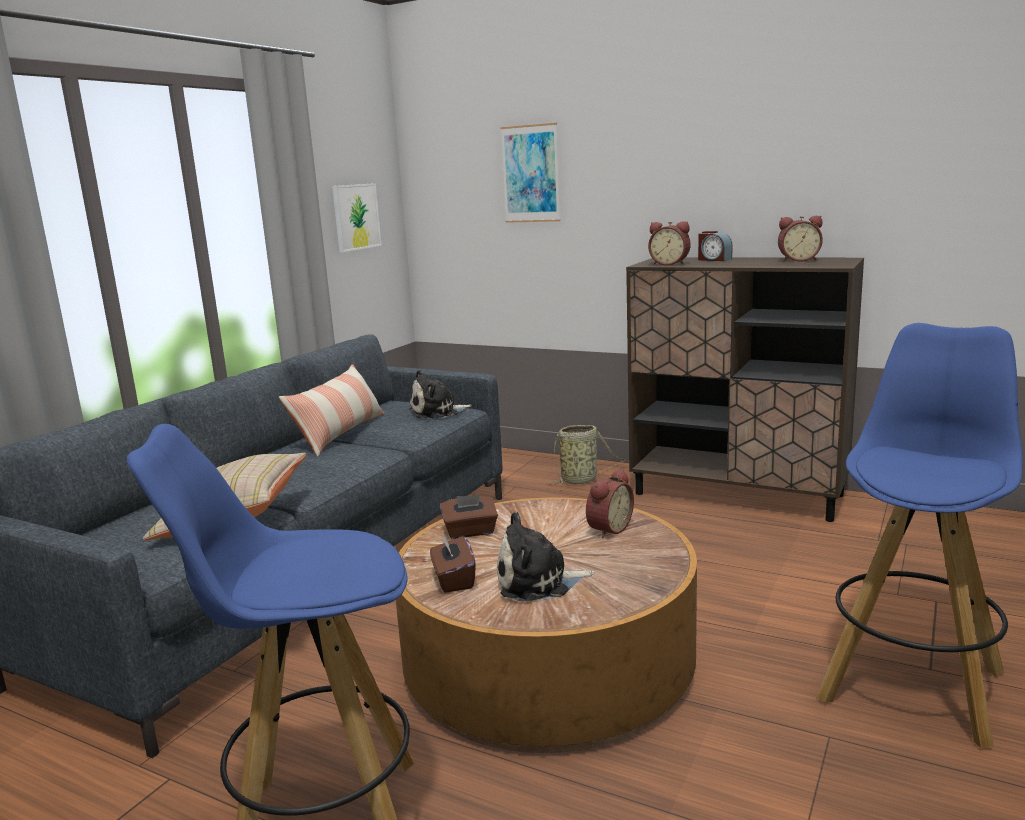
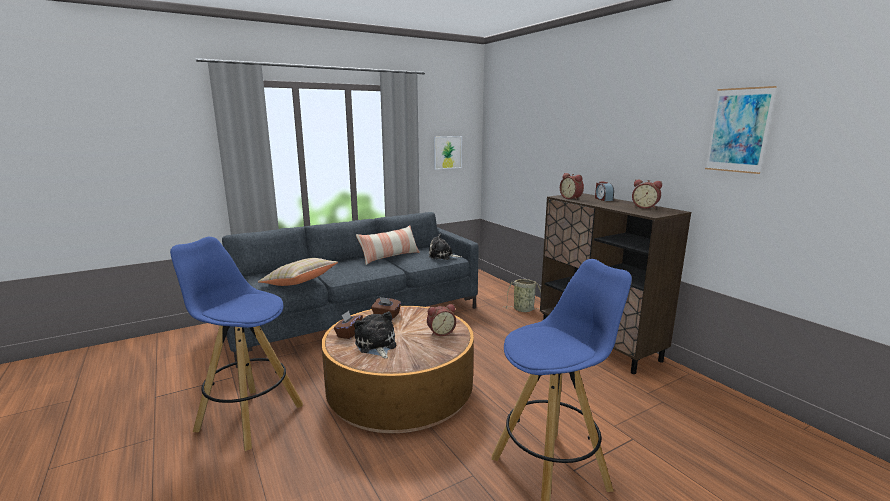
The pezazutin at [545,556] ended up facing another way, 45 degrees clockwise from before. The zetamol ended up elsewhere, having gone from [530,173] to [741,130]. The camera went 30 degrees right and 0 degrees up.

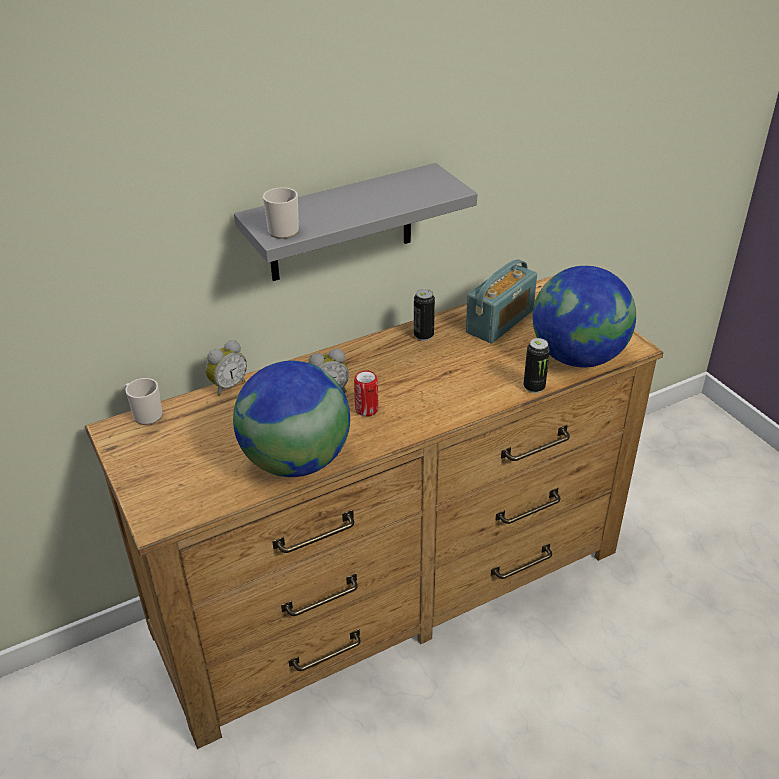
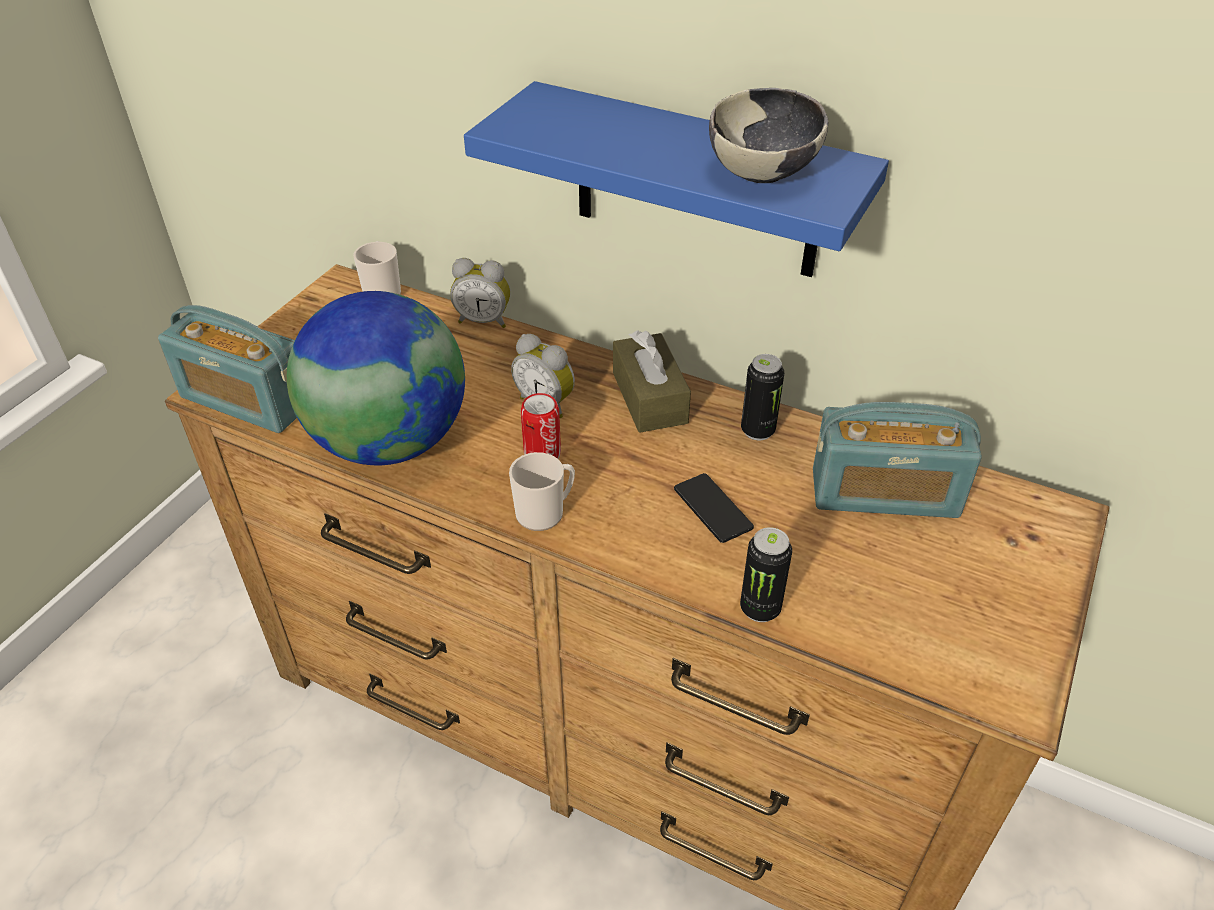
The second view gained the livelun at [227,369]. What was the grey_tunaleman at [355,222] turned into the blue_tunaleman at [676,179]. The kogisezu ended up elsewhere, having gone from [281,213] to [542,491]. The second view gained the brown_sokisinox at [652,382]. The second view gained the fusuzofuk at [714,508]. The second view gained the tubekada at [768,135]. The second view lost the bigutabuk at [584,317]. The camera went 55 degrees right and 5 degrees up.

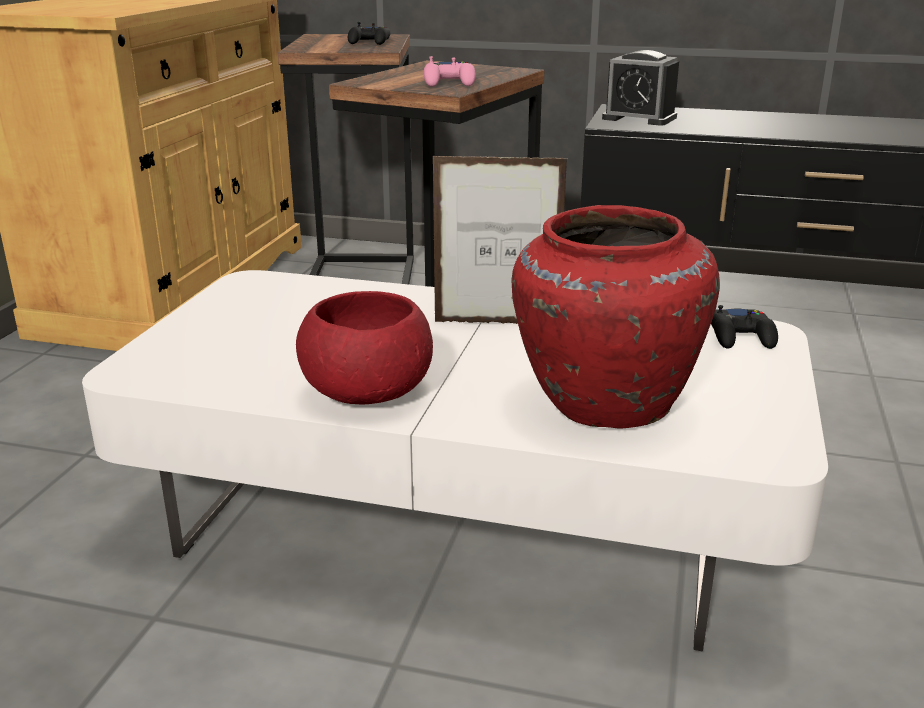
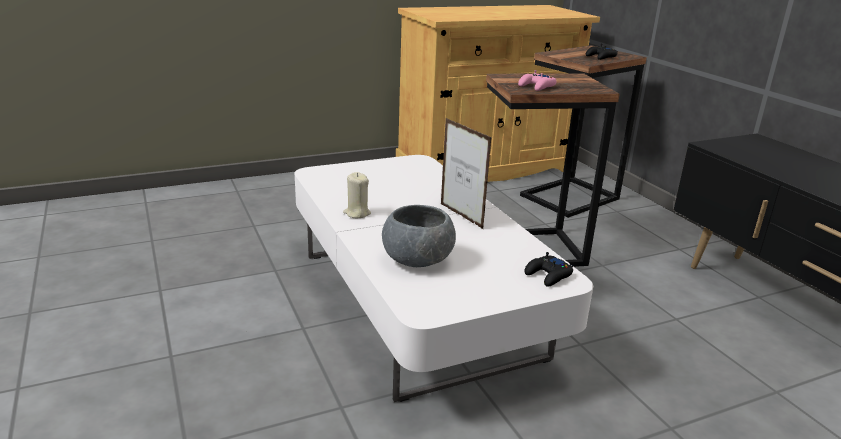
Where the red_tubekada stood at [364,348], the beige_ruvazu came to stand at [357,195]. Where the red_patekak stood at [616,317], the grey_tubekada came to stand at [419,236]. The second view lost the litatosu at [640,88]. The camera went 50 degrees right and 0 degrees up.

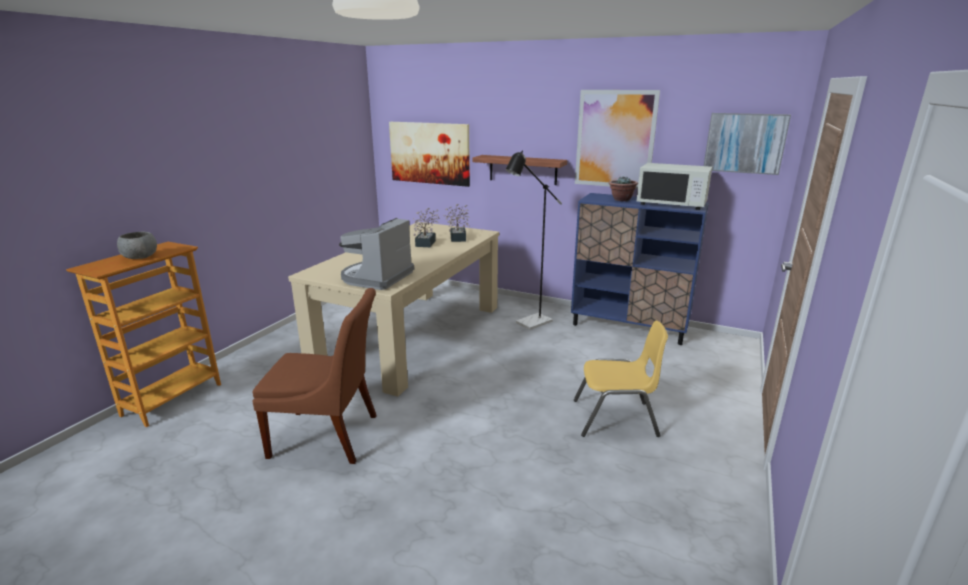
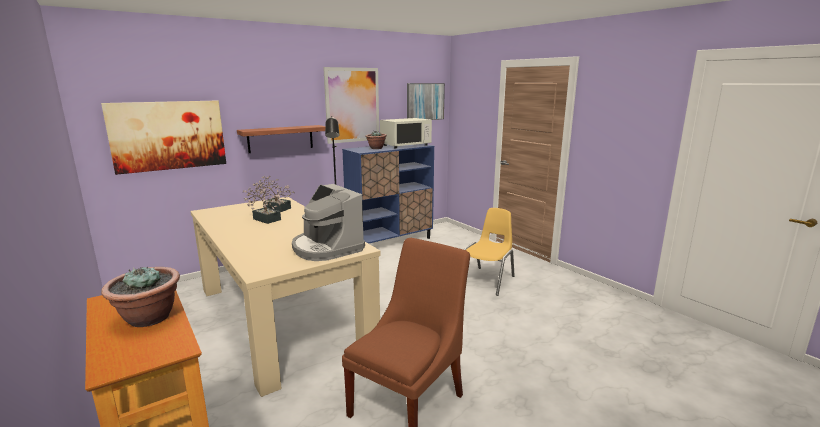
Where the grey_tubekada stood at [137,245], the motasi came to stand at [140,297]. The camera went 60 degrees left and 5 degrees down.

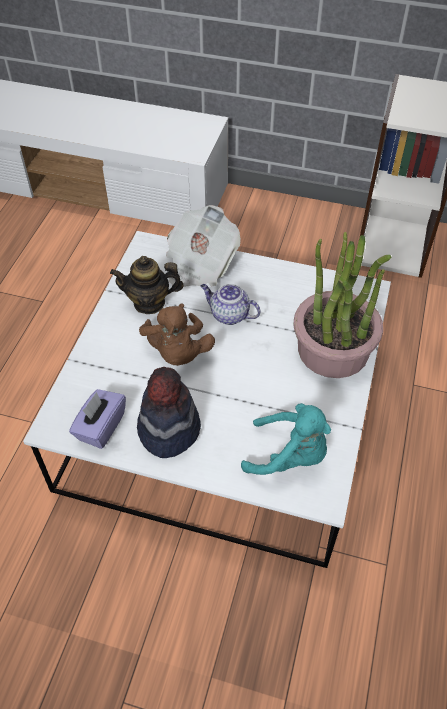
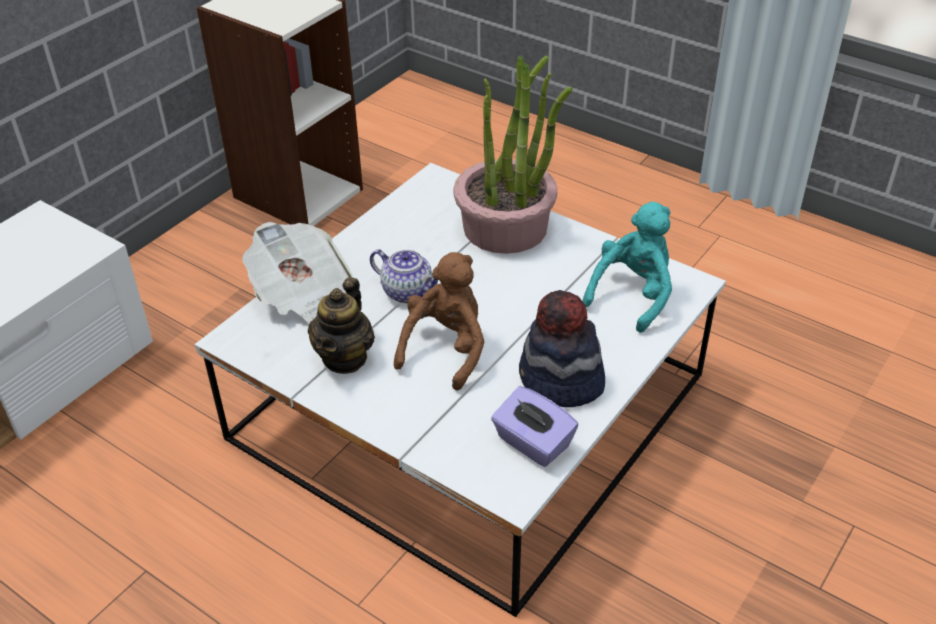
The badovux at [231,304] ended up facing another way, 105 degrees counterclockwise from before. The brown_pezazutin at [177,334] ended up facing another way, 75 degrees counterclockwise from before. The camera went 70 degrees left and 10 degrees down.

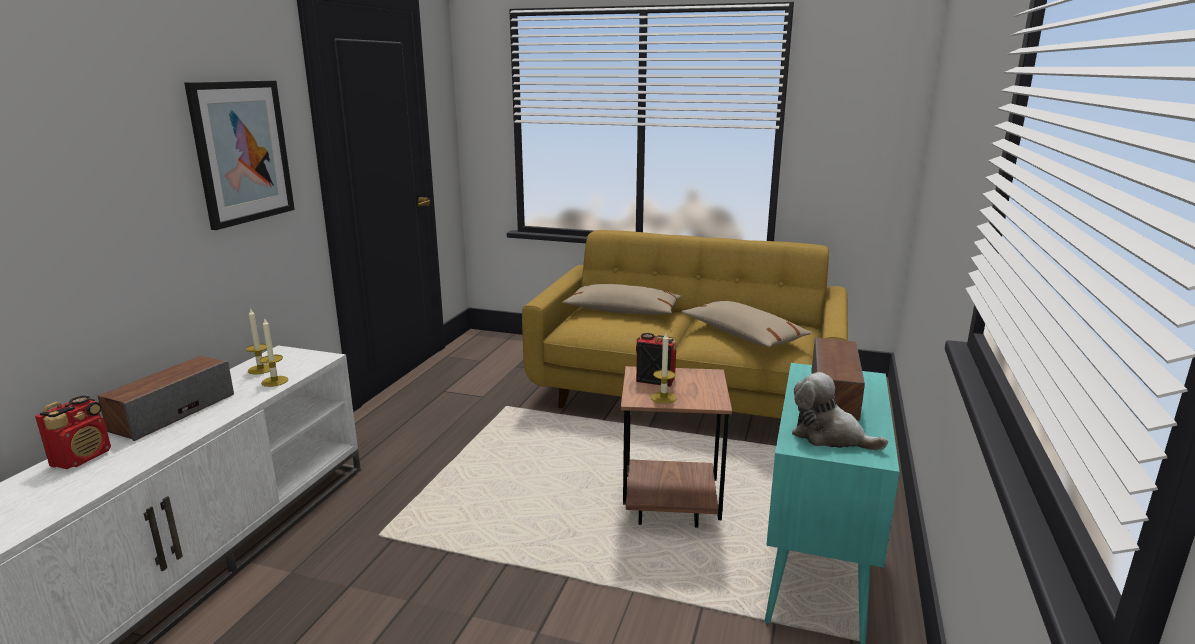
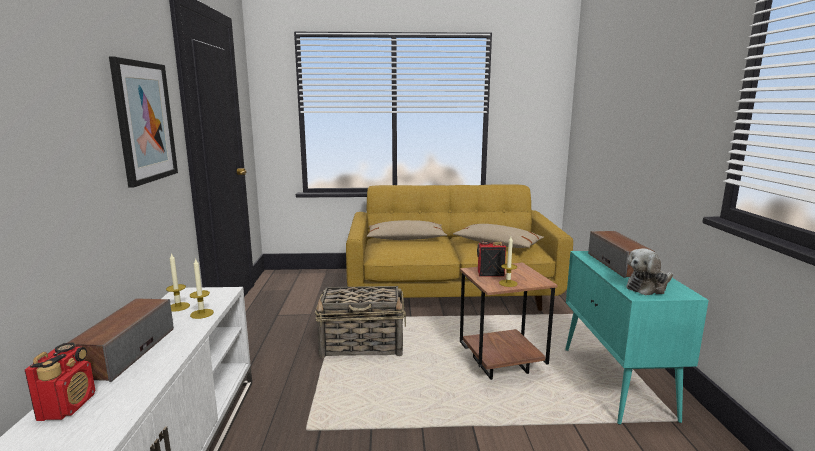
The second view gained the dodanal at [360,322]. The pezazutin at [840,411] ended up facing another way, 45 degrees counterclockwise from before. The camera went 20 degrees left and 5 degrees down.

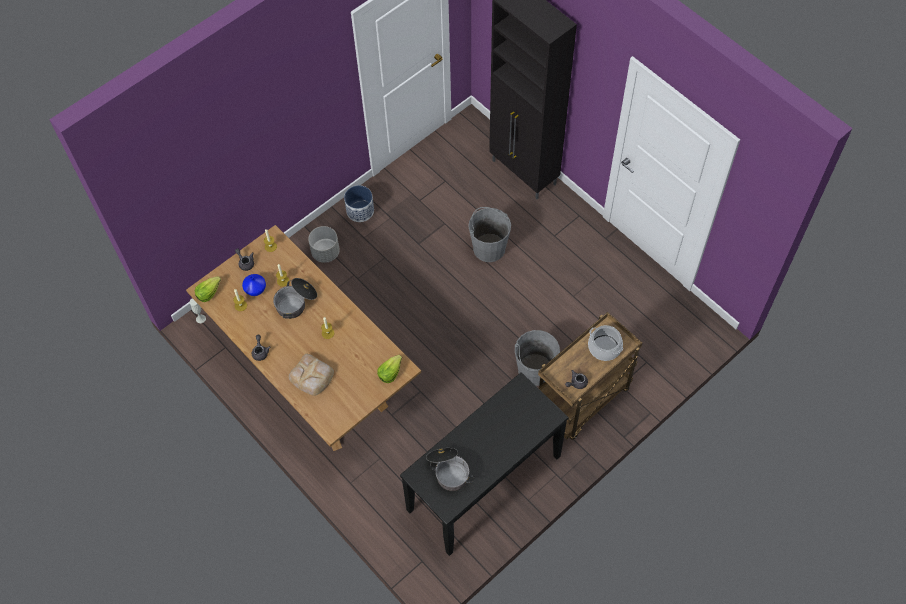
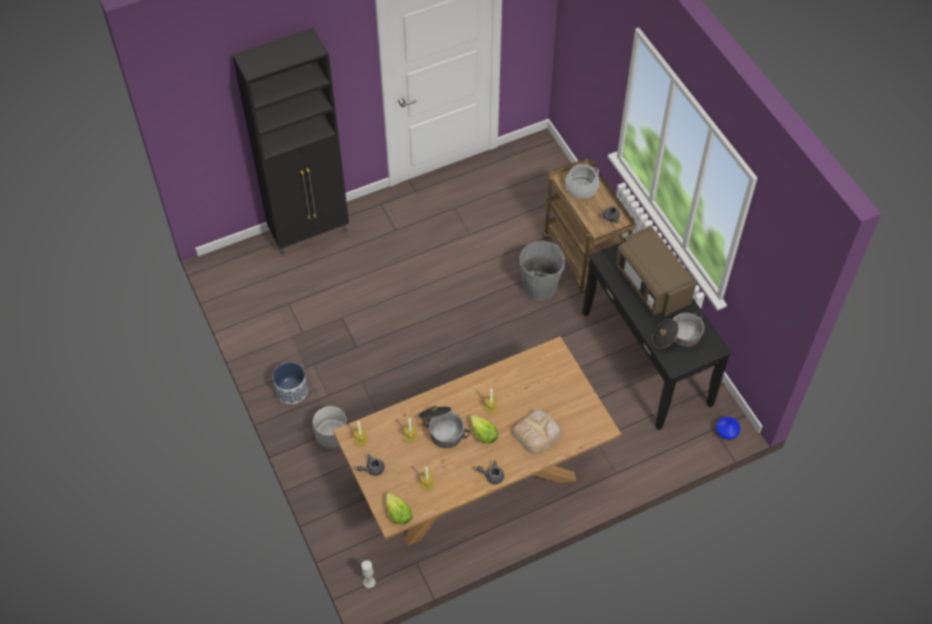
The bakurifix ended up elsewhere, having gone from [389,369] to [484,429]. The second view gained the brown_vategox at [655,271]. The blue_patekak ended up elsewhere, having gone from [254,285] to [728,428]. The second view lost the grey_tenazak at [489,234]. The camera went 75 degrees left and 5 degrees down.

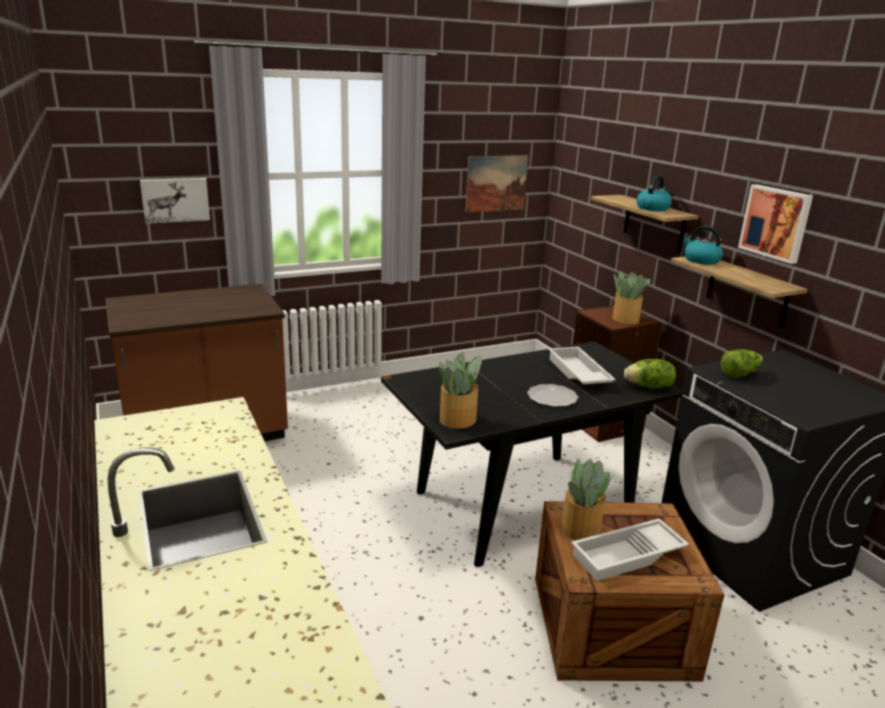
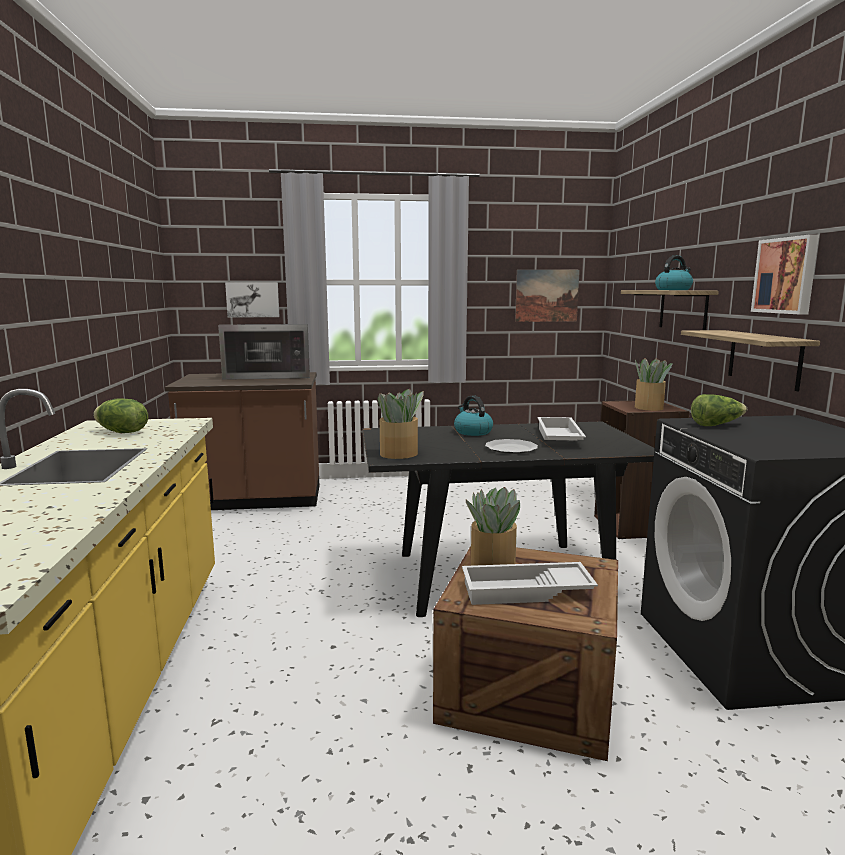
The bakurifix ended up elsewhere, having gone from [650,374] to [120,415]. The second view gained the vategox at [264,352]. The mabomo ended up elsewhere, having gone from [703,245] to [473,415]. The camera went 20 degrees right and 10 degrees down.

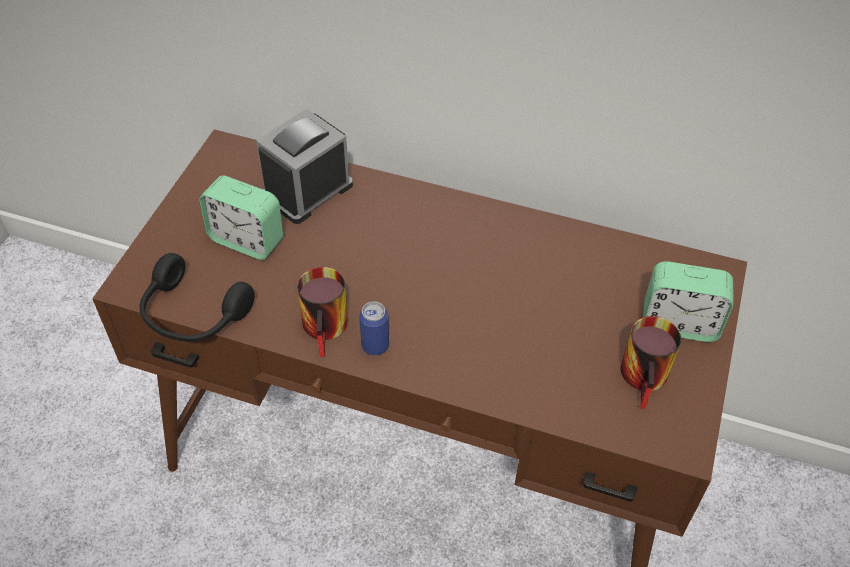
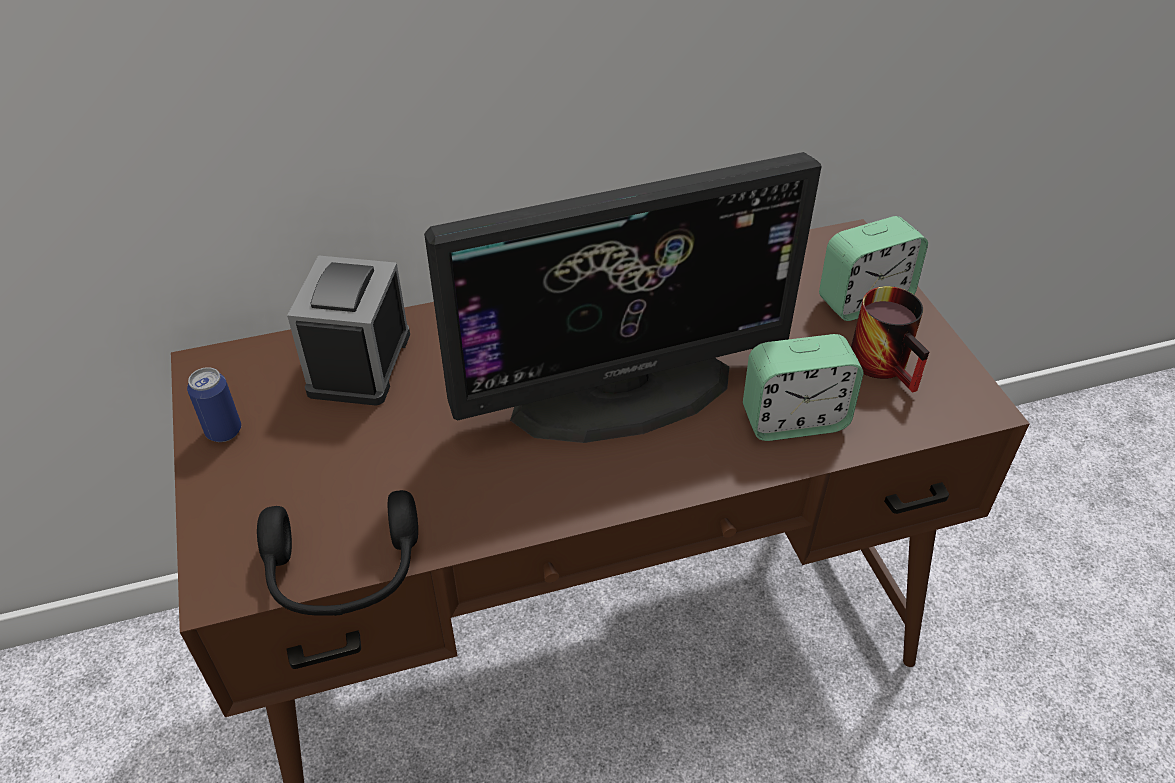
The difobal ended up elsewhere, having gone from [374,328] to [214,404]. The second view gained the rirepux at [623,297]. The litatosu ended up elsewhere, having gone from [241,217] to [803,387]. The second view lost the kogisezu at [322,312]. The camera went 35 degrees left and 5 degrees down.

